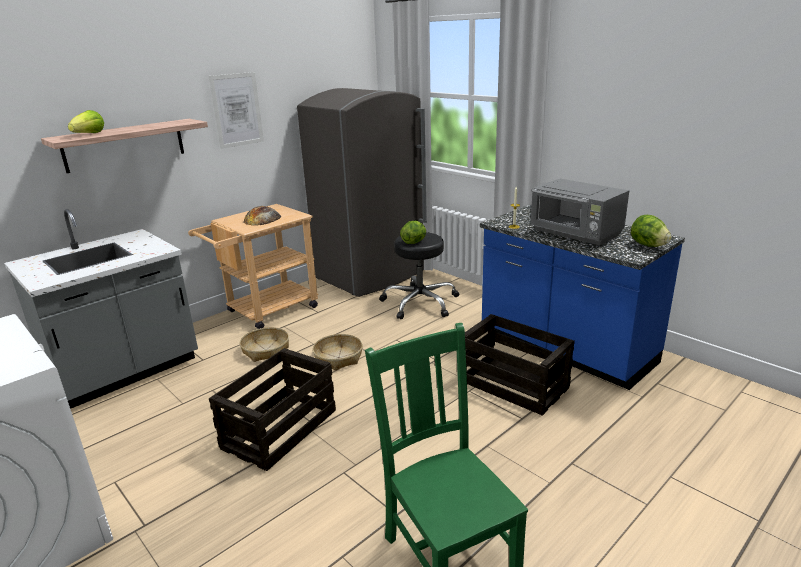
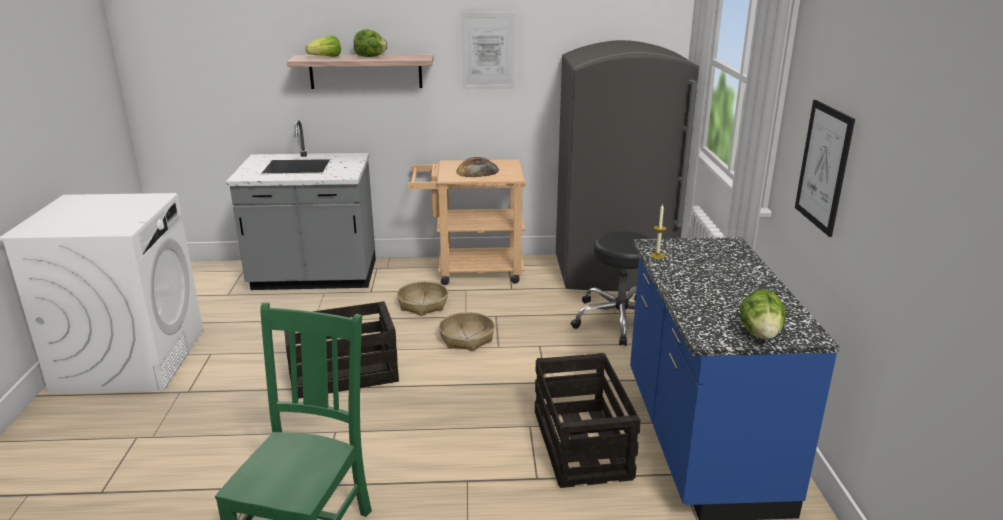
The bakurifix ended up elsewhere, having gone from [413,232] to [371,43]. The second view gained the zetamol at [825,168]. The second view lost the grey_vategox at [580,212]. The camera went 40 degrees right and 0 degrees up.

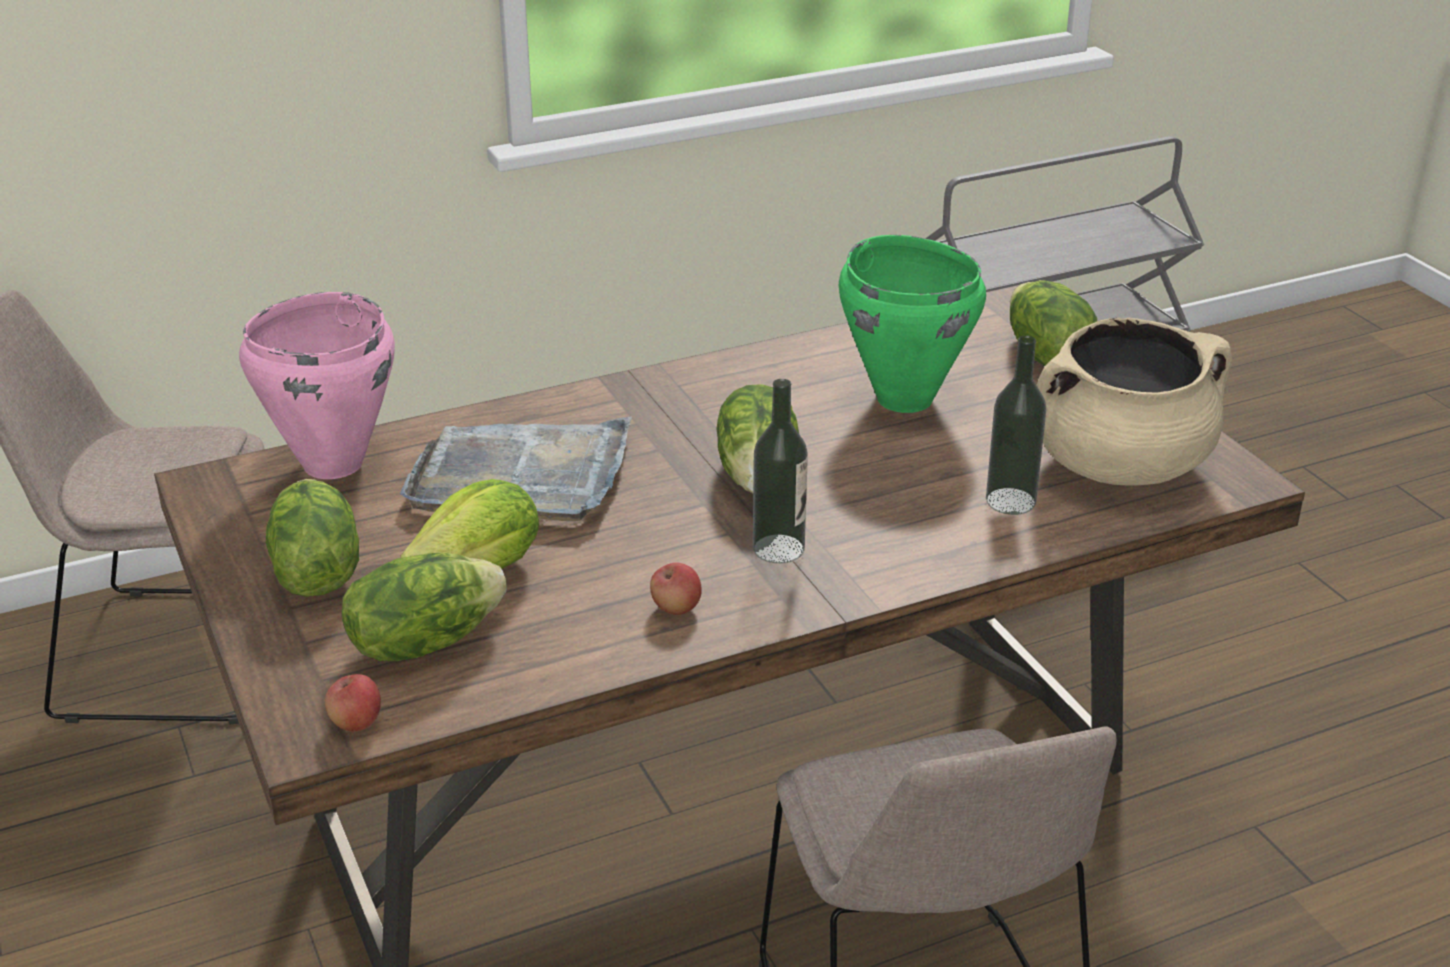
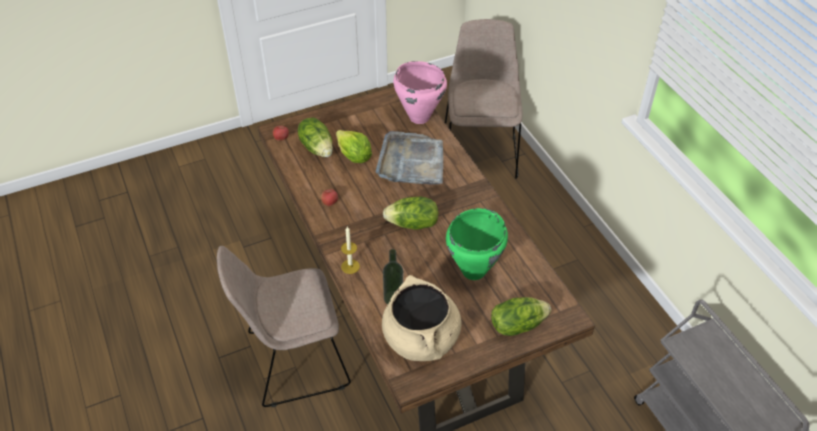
The second view gained the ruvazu at [350,250]. The second view lost the bakurifix at [312,538]. The second view lost the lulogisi at [780,471]. The camera went 90 degrees right and 15 degrees up.

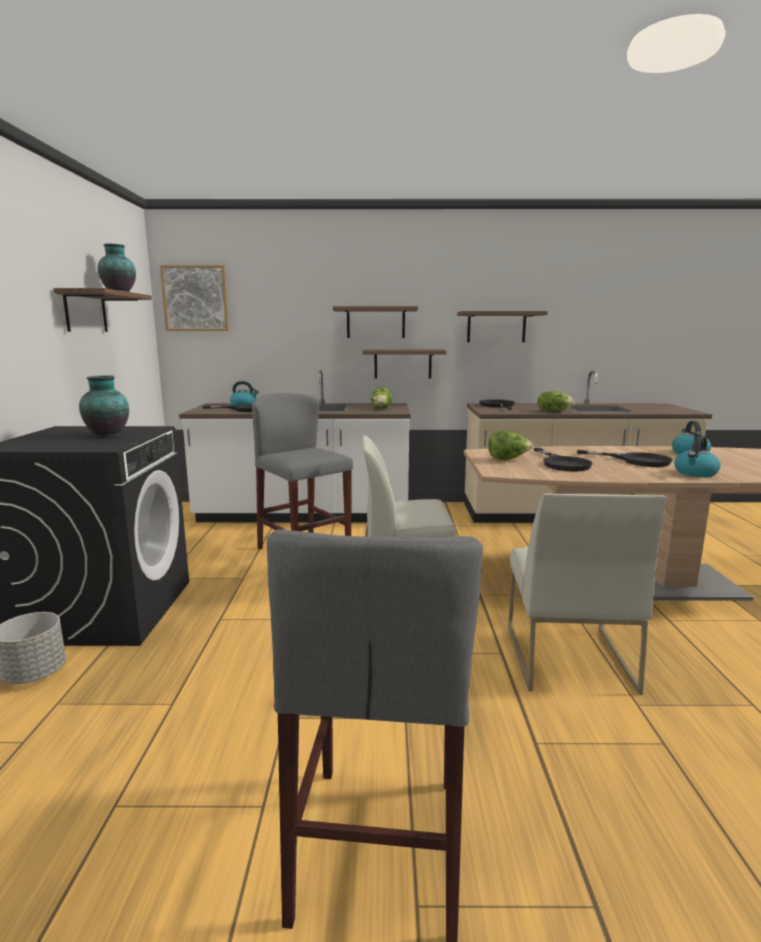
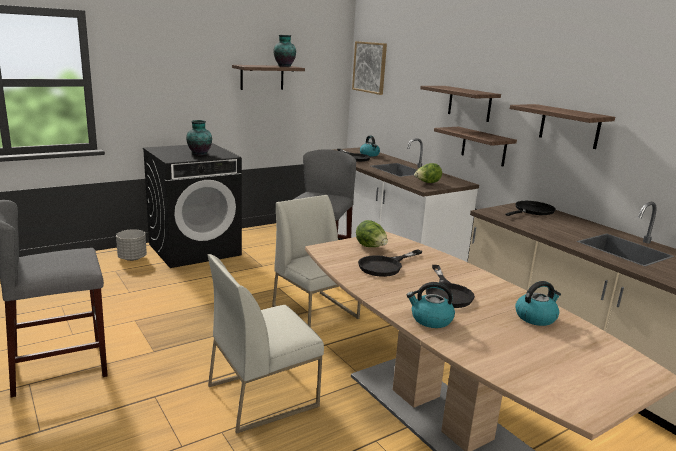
The second view lost the bakurifix at [556,401]. The camera went 55 degrees right and 5 degrees up.

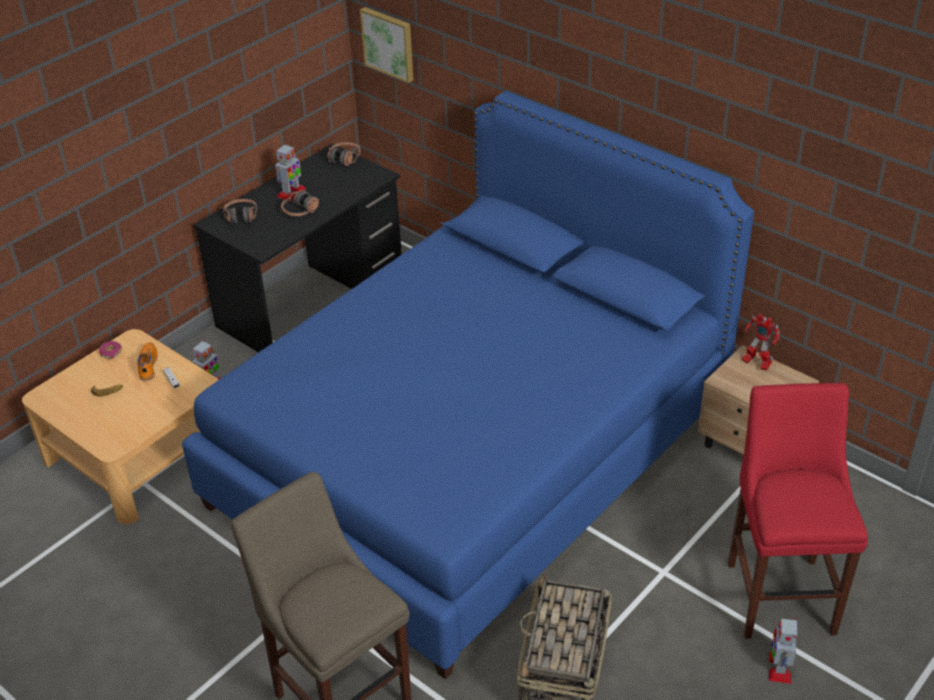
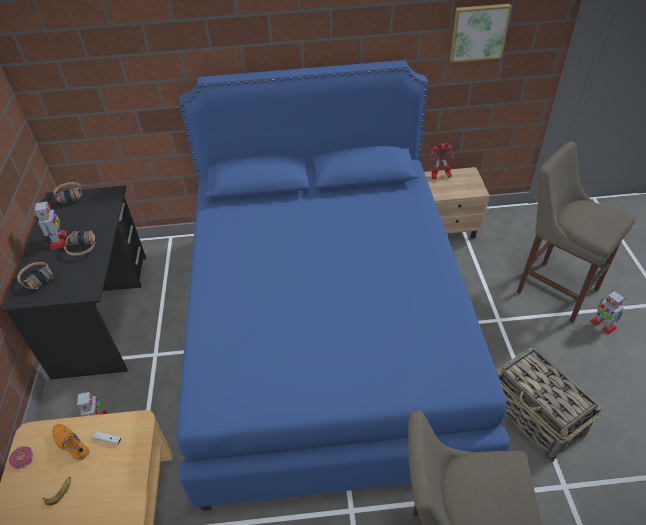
The zetamol ended up elsewhere, having gone from [387,45] to [481,33]. What was the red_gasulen at [798,511] turned into the beige_gasulen at [576,232]. The camera went 45 degrees left and 5 degrees up.

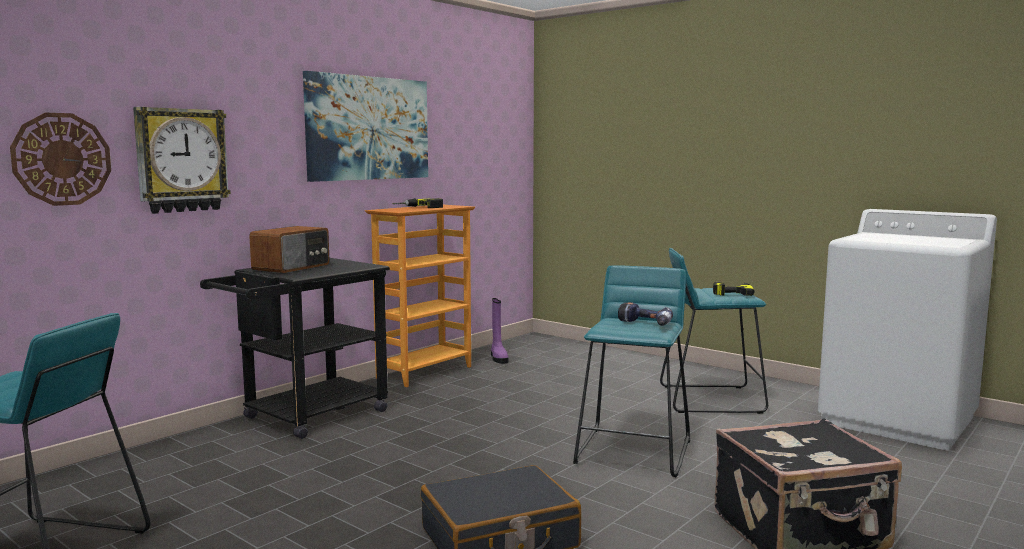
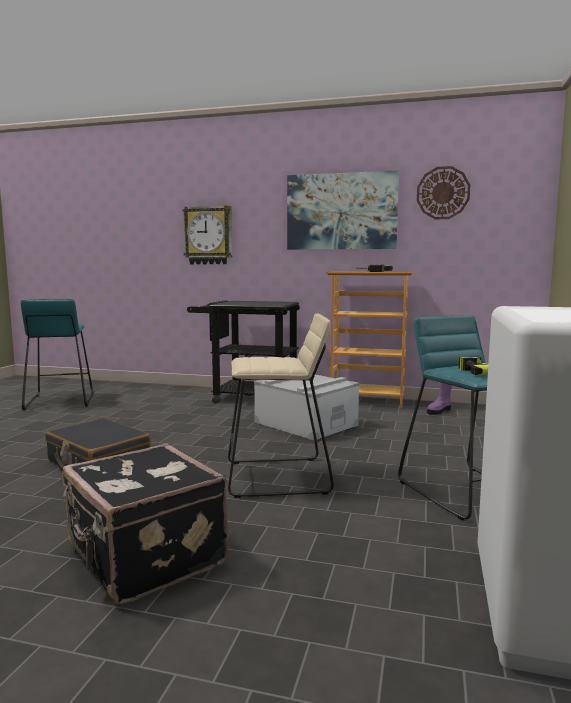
What was the turquoise_gasulen at [631,371] turned into the beige_gasulen at [281,405]. The second view gained the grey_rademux at [306,408]. The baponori ended up elsewhere, having gone from [60,159] to [443,192]. The second view lost the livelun at [289,249]. The second view lost the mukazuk at [645,314]. The camera went 65 degrees right and 0 degrees up.

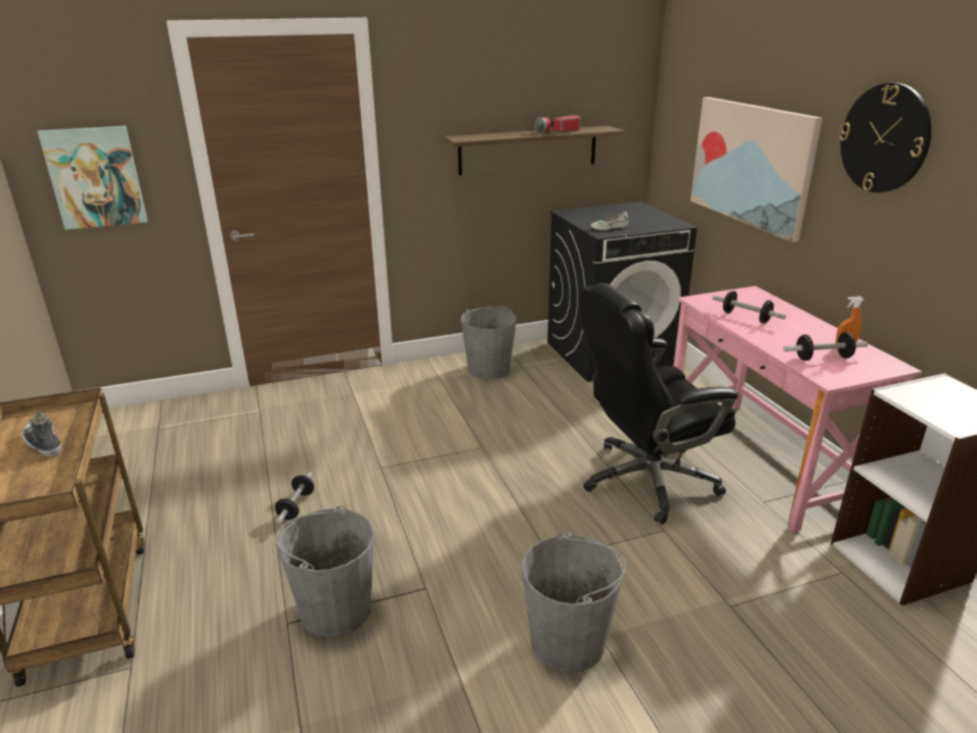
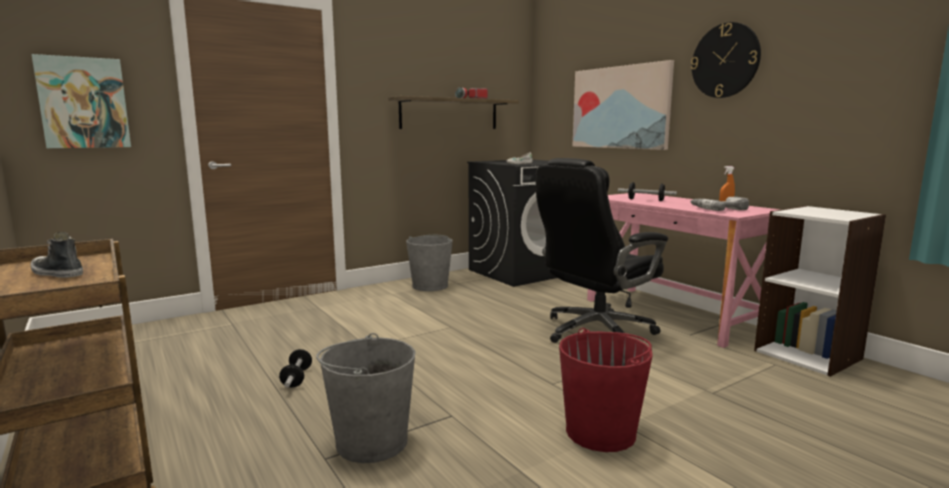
What was the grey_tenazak at [573,602] turned into the red_tenazak at [606,390]. Where the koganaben stood at [825,346], the mukazuk came to stand at [719,204]. The camera went 15 degrees left and 15 degrees down.

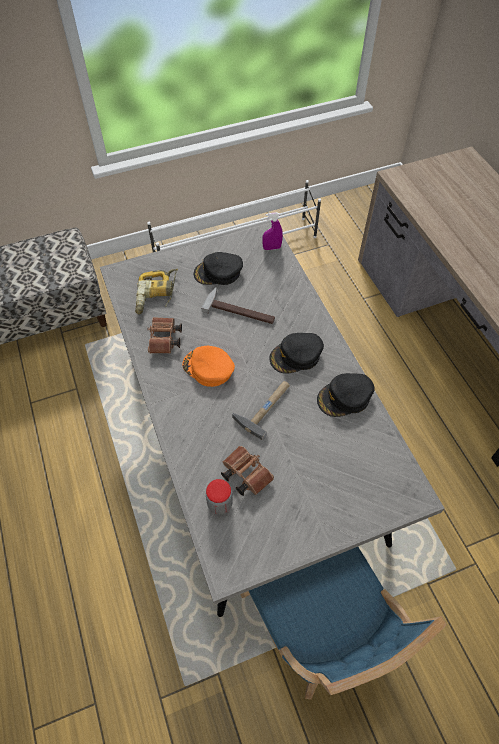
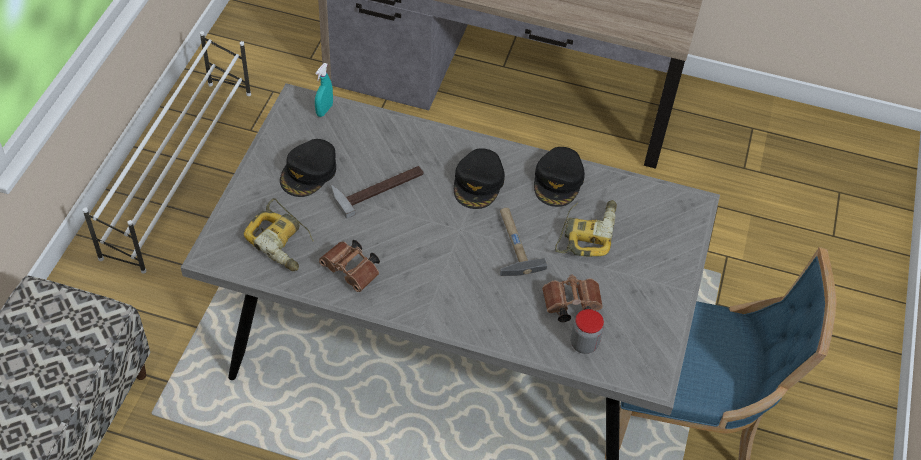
What was the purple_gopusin at [272,231] turned into the turquoise_gopusin at [324,90]. The second view gained the mukazuk at [586,228]. The second view lost the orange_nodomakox at [208,366]. The camera went 55 degrees left and 5 degrees down.

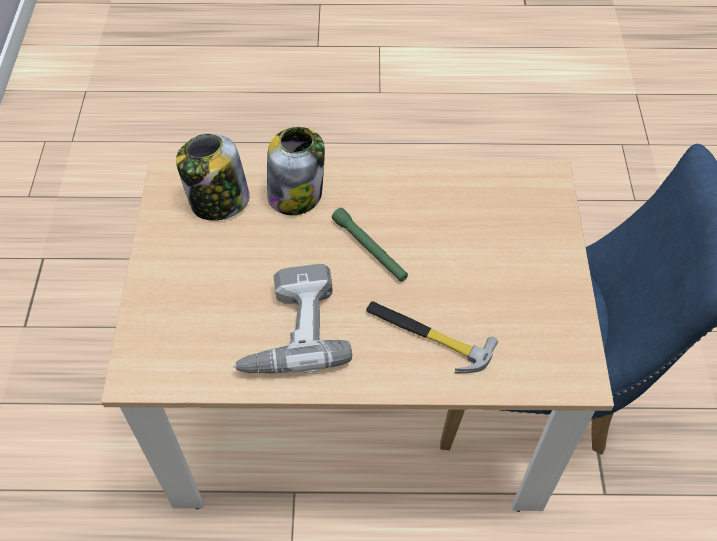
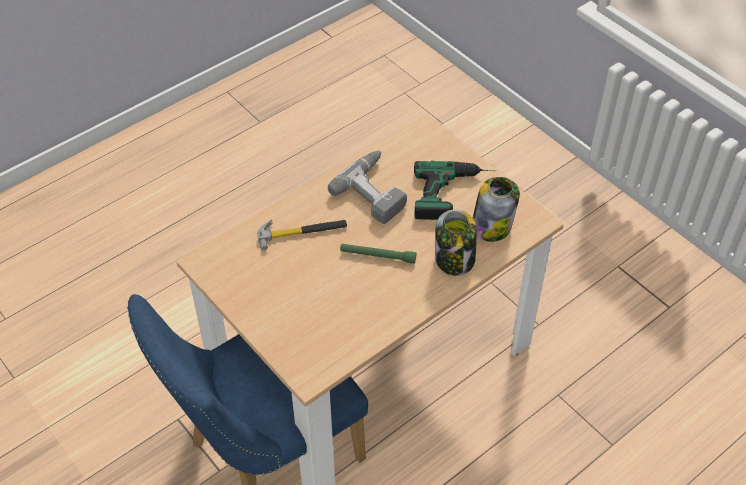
The second view gained the mukazuk at [455,190]. The camera went 140 degrees right and 5 degrees down.

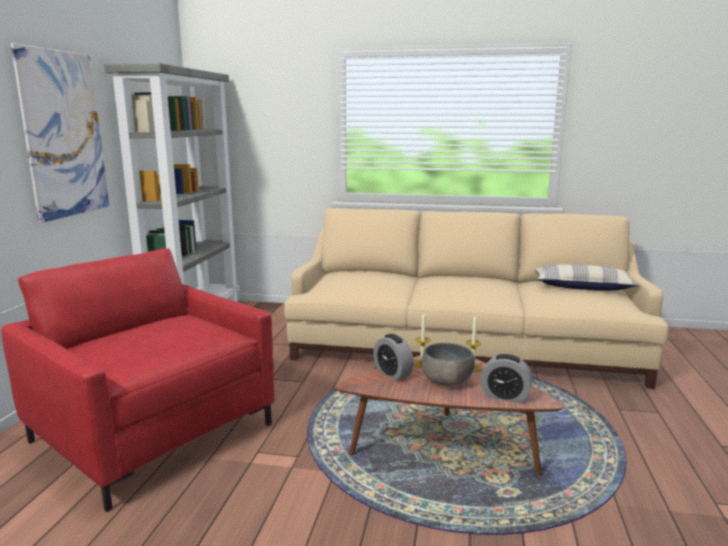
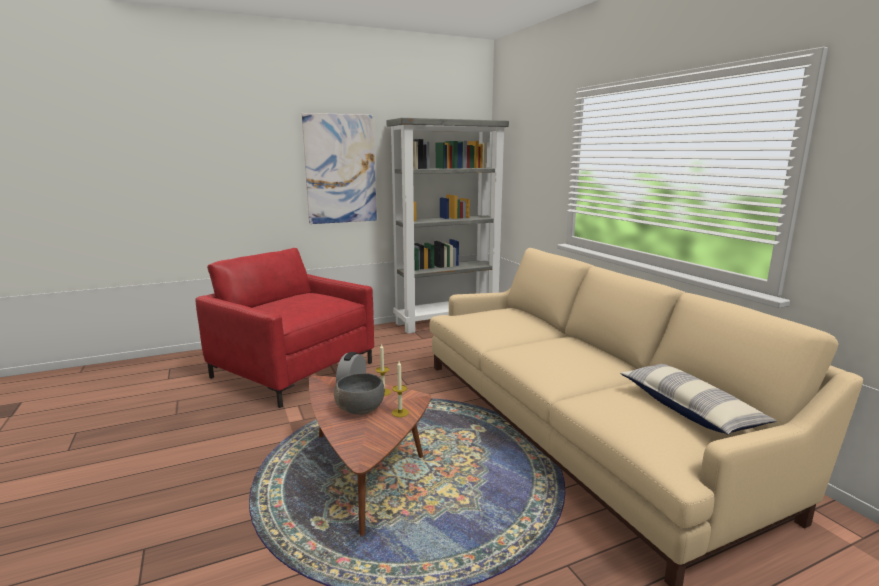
The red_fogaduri at [138,380] ended up facing another way, 60 degrees counterclockwise from before. The second view lost the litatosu at [506,378]. The camera went 55 degrees right and 0 degrees up.

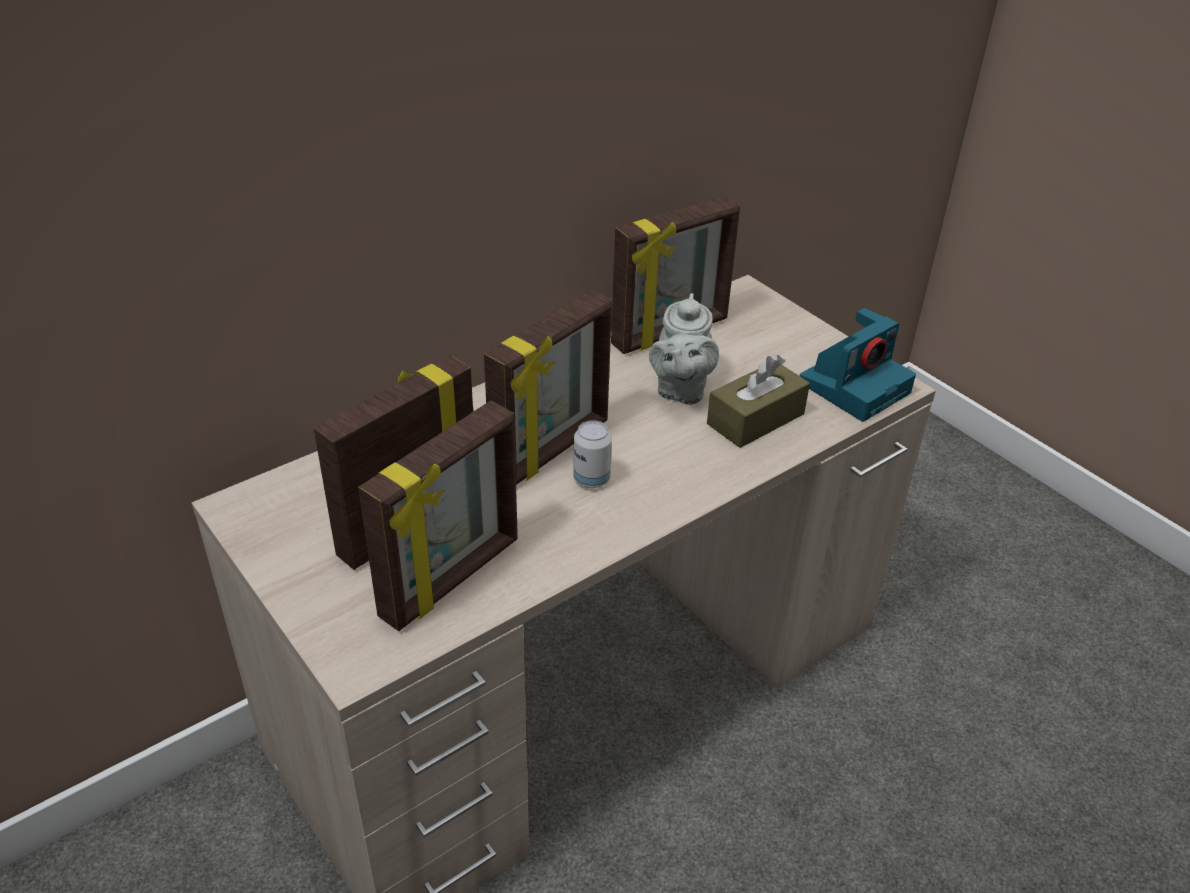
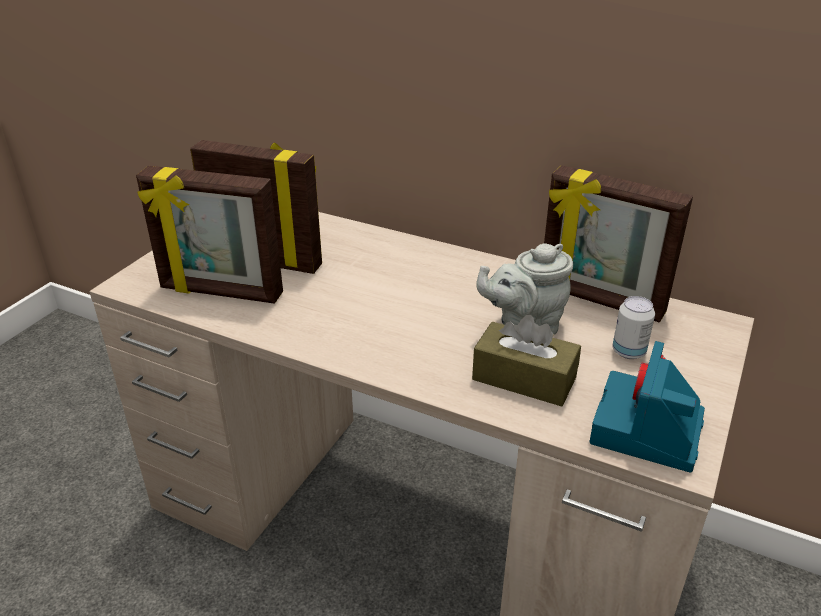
The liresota at [858,365] ended up facing another way, 90 degrees clockwise from before. The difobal ended up elsewhere, having gone from [592,454] to [633,327]. The second view lost the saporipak at [548,387]. The camera went 65 degrees right and 5 degrees down.

